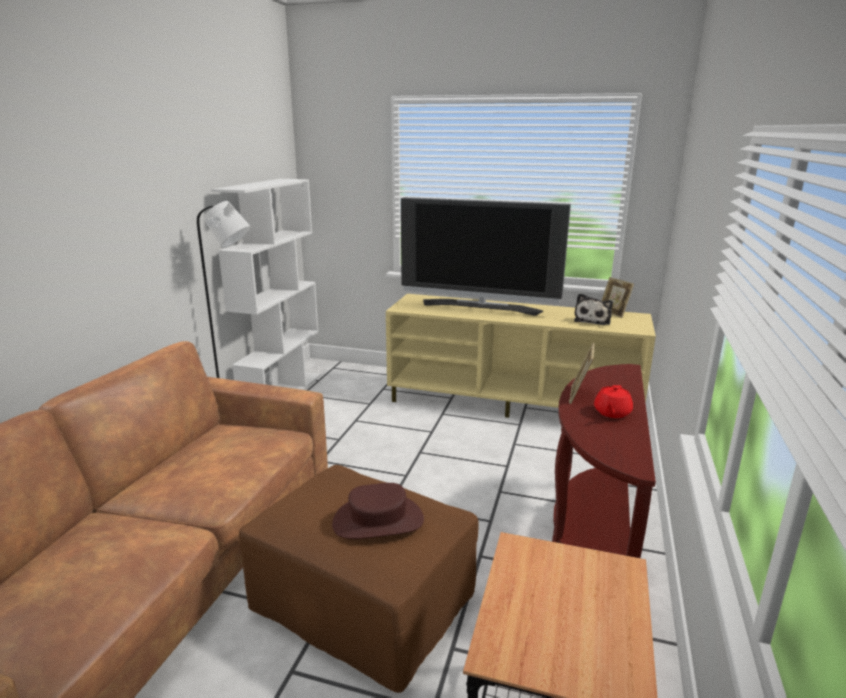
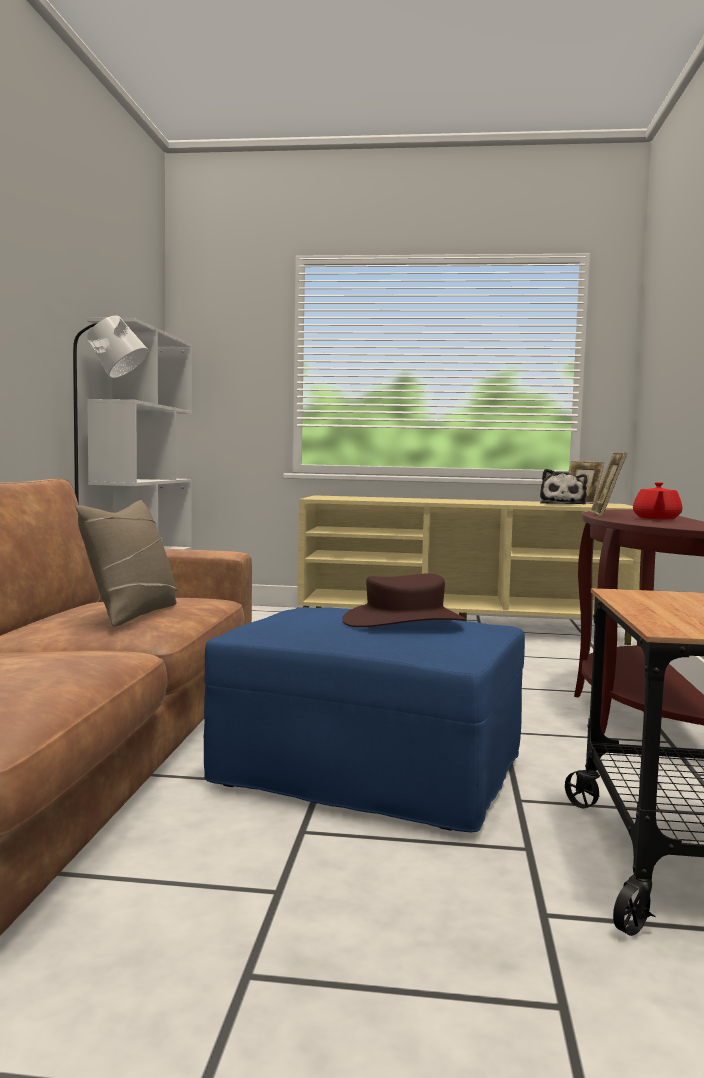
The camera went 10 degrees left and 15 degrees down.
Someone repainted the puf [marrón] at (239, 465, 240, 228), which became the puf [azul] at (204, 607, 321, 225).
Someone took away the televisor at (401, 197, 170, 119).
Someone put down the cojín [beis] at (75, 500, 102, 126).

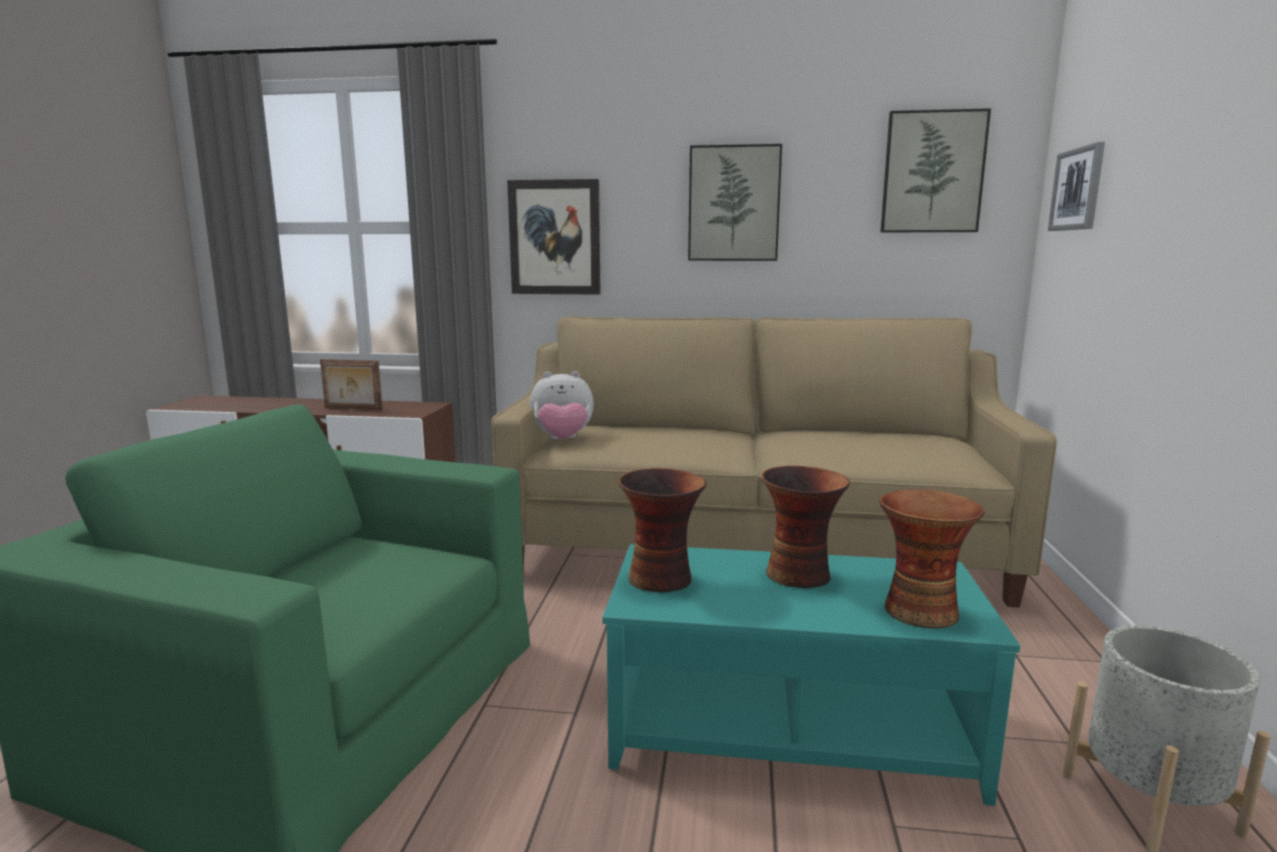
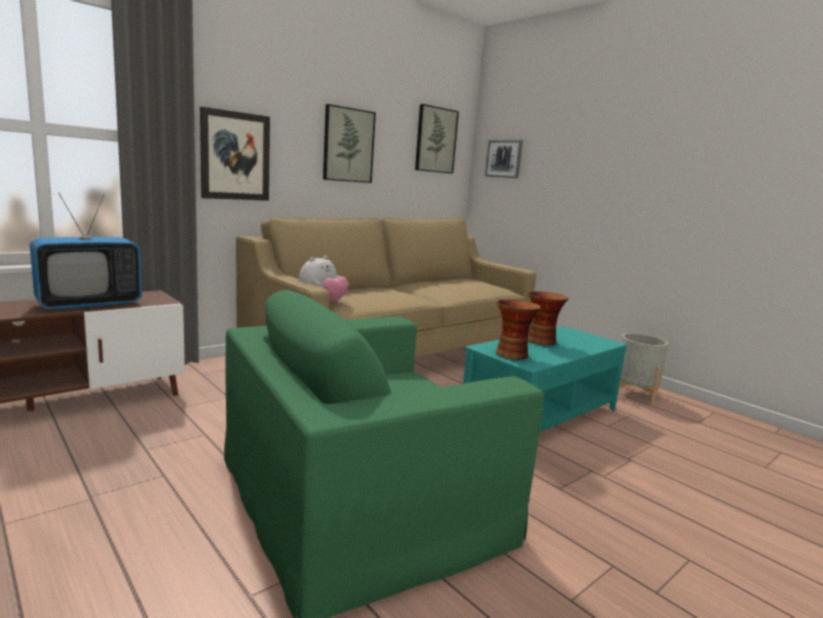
The camera went 50 degrees left and 0 degrees up.
Someone swapped the portarretratos at (320, 359, 63, 51) for the televisor at (30, 193, 112, 117).
Someone took away the florero at (879, 489, 105, 139).

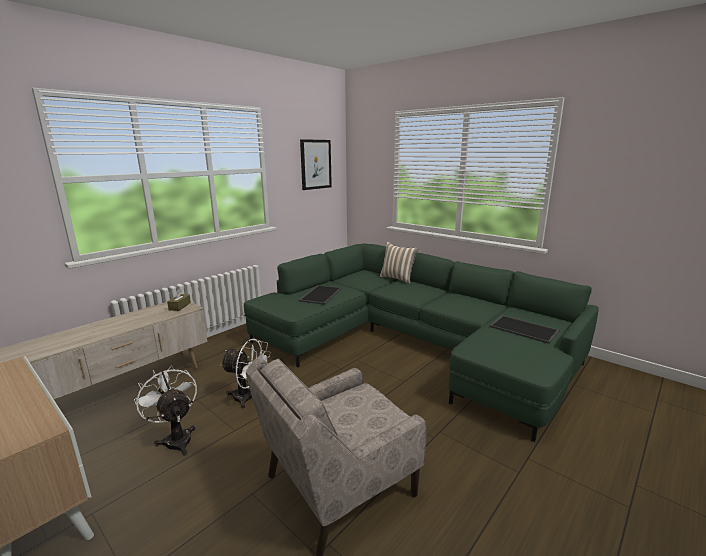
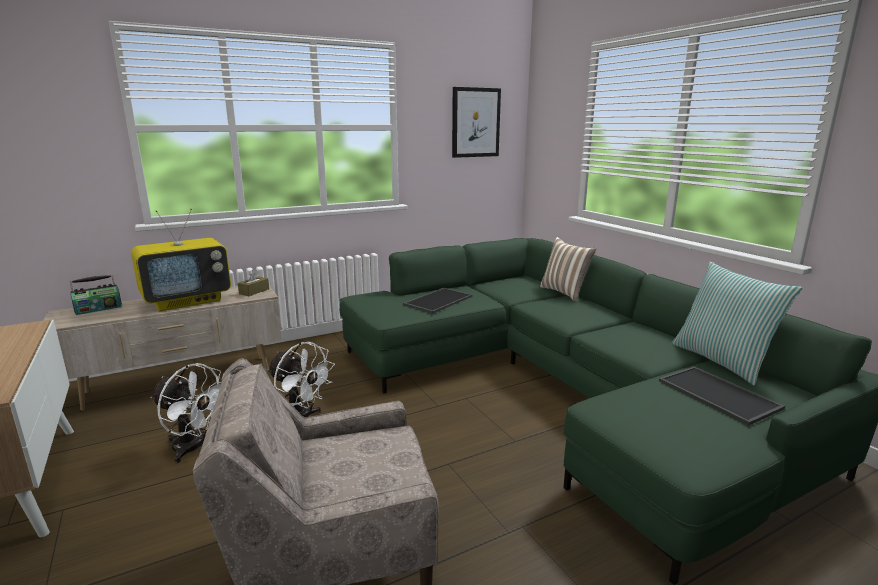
The camera went 20 degrees right and 0 degrees up.
Someone rotated the ventilador [blanco] at (134, 365, 63, 91) by 135 degrees clockwise.
Someone put down the radio at (70, 275, 52, 40).
Someone put down the televisor at (131, 208, 100, 103).
Someone put down the cojín at (672, 262, 130, 124).

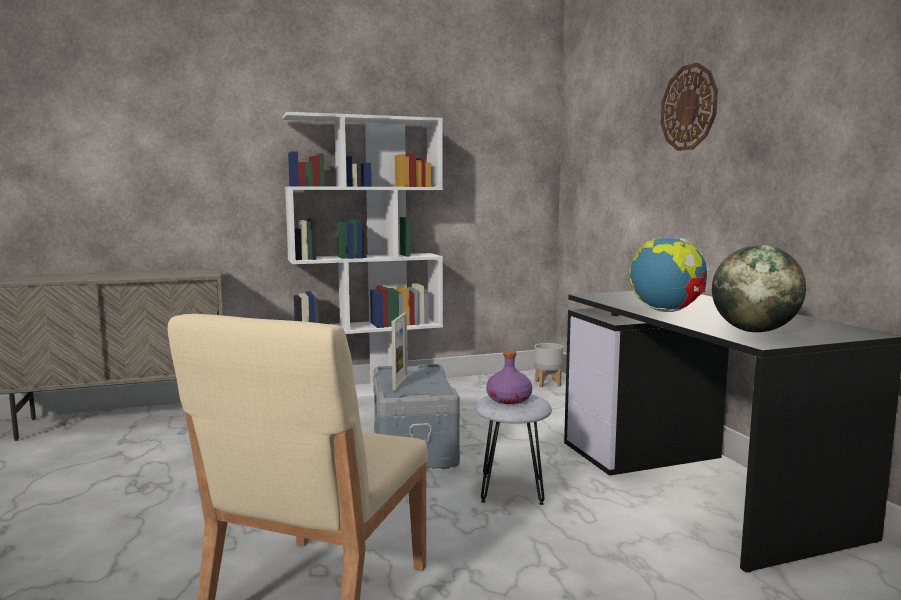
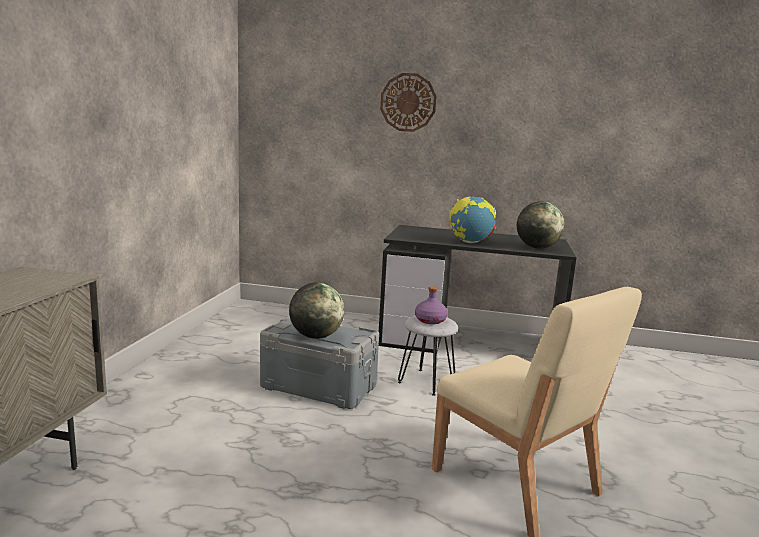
The camera went 60 degrees left and 5 degrees up.
Someone took away the estantería [blanco] at (282, 112, 161, 287).
Someone swapped the portarretratos at (392, 313, 15, 77) for the globo terráqueo at (289, 282, 55, 57).
Someone took away the maceta [gris] at (534, 343, 29, 44).

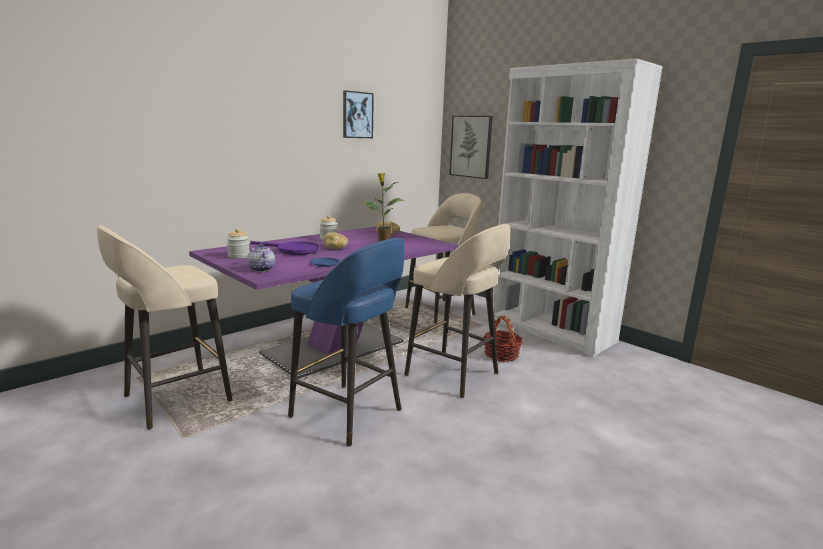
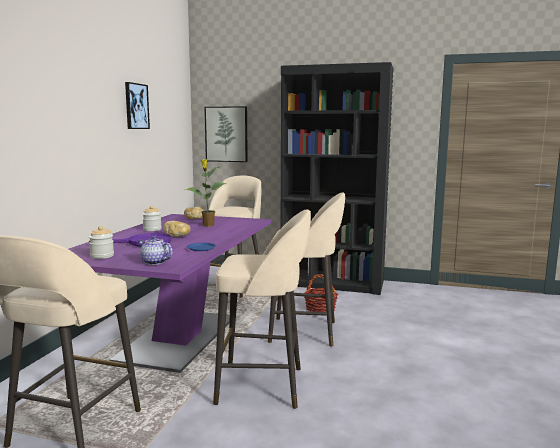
The camera went 30 degrees left and 5 degrees down.
Someone repainted the taburete [azul] at (288, 238, 116, 209), which became the taburete [beis] at (213, 209, 98, 200).
Someone repainted the estantería [blanco] at (493, 58, 170, 299), which became the estantería [negro] at (281, 62, 113, 233).

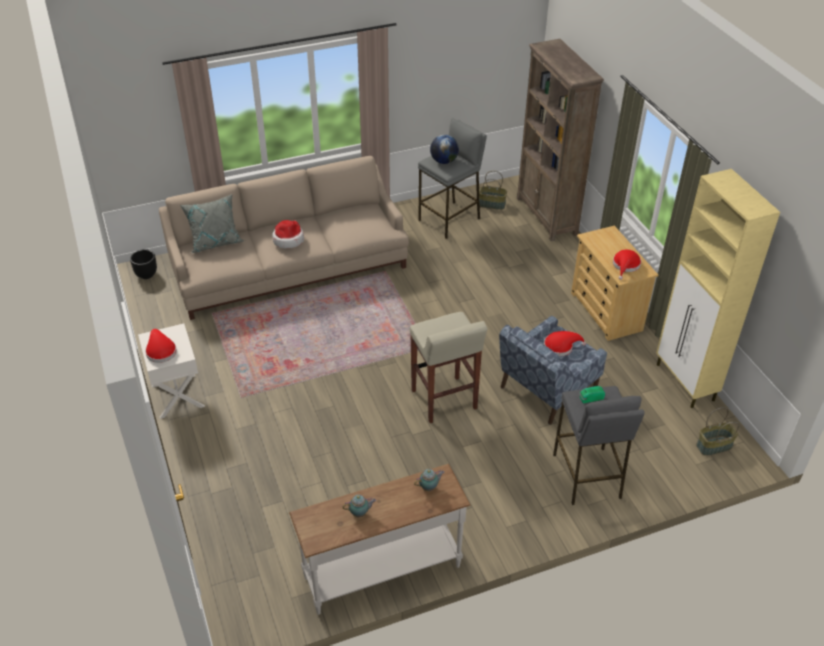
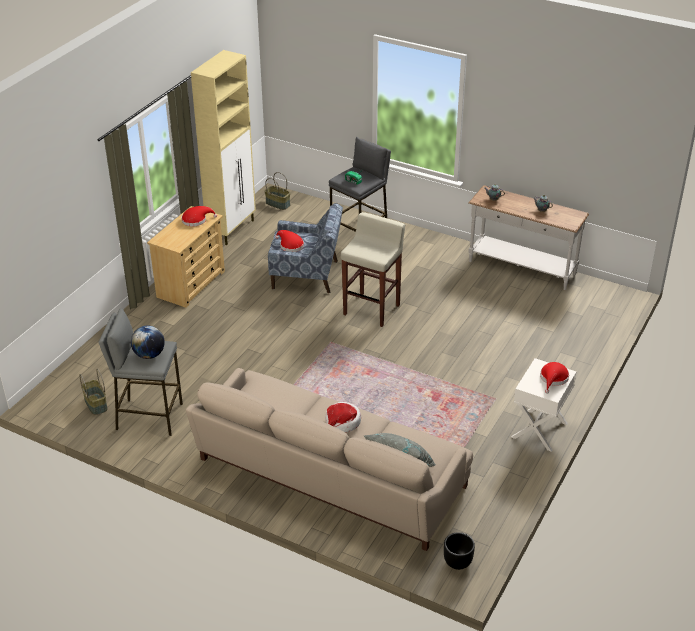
The camera went 130 degrees left and 5 degrees down.
Someone took away the estantería [marrón] at (517, 39, 87, 202).

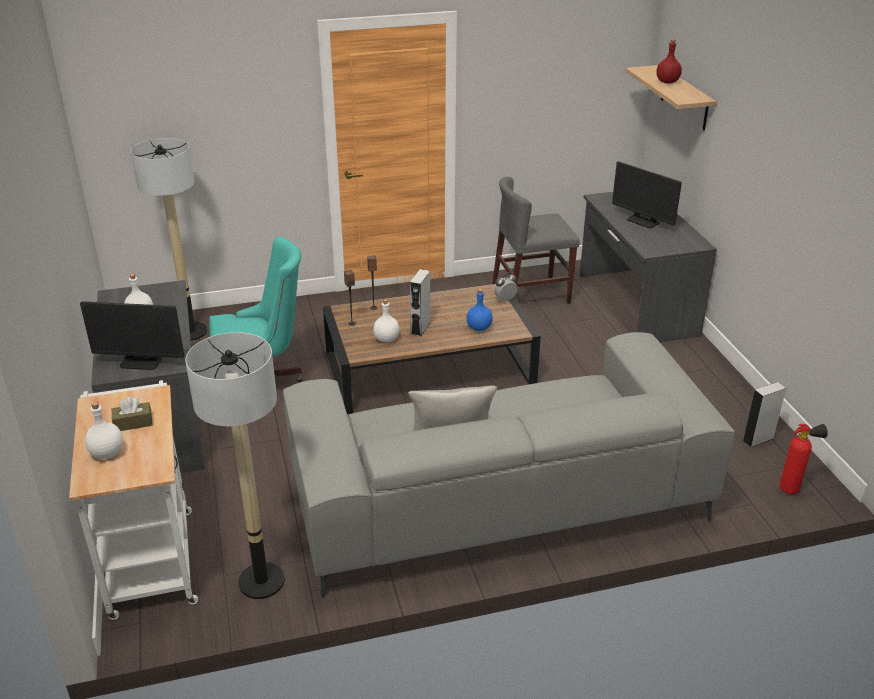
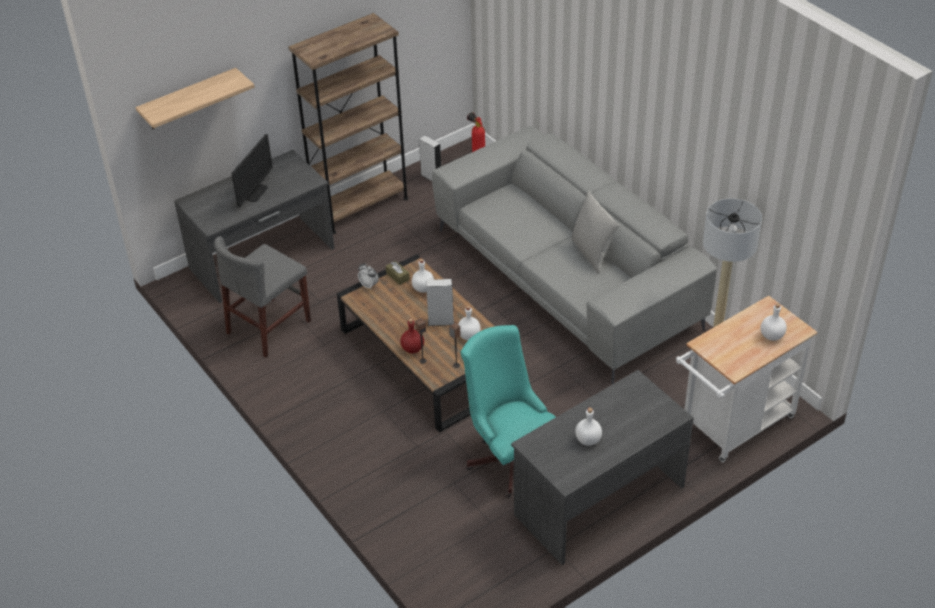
The camera went 110 degrees left and 10 degrees up.
Someone took away the monitor at (80, 301, 105, 69).
Someone carried the caja de pañuelos [marrón] from (112, 397, 41, 34) to (386, 261, 24, 24).
Someone took away the lámpara de pie at (131, 138, 77, 203).
Someone repainted the botella [azul] at (467, 289, 26, 42), which became the botella [blanco] at (412, 259, 22, 34).
Someone rotated the silla [gris] at (492, 177, 88, 127) by 75 degrees clockwise.
Someone carried the botella [rojo] from (656, 39, 26, 45) to (400, 319, 24, 34).
Someone put down the estantería [marrón] at (288, 13, 120, 221).

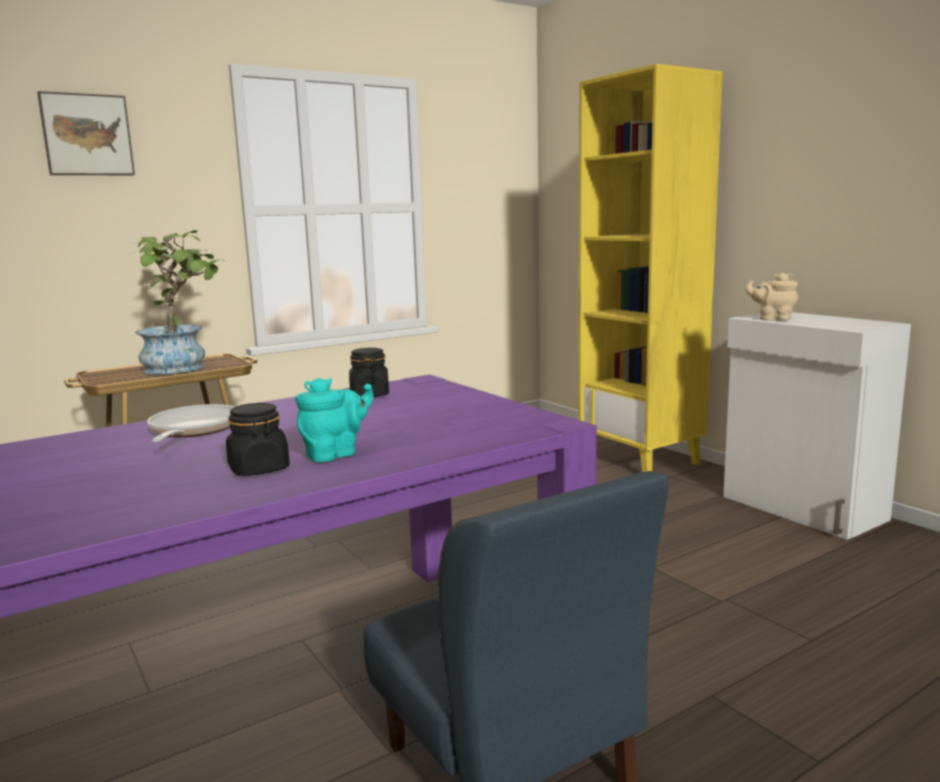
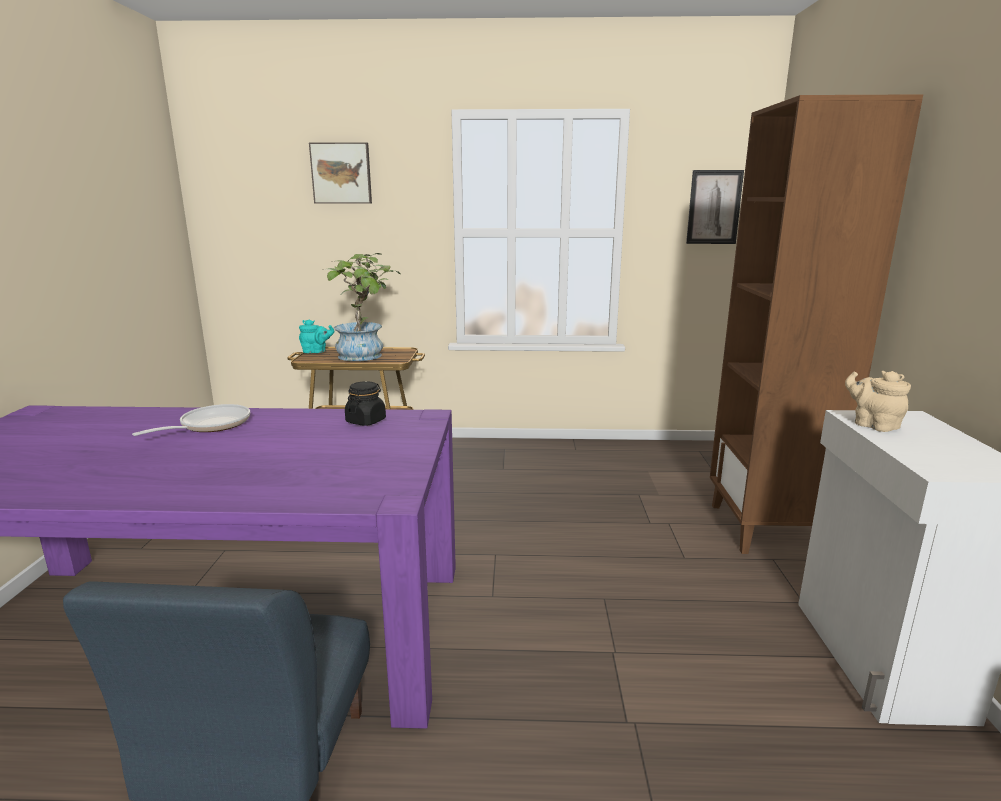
The camera went 35 degrees right and 5 degrees up.
Someone took away the tarro [negro] at (226, 403, 64, 73).
Someone carried the tetera [turquesa] from (295, 378, 79, 84) to (299, 320, 35, 33).
Someone repainted the estantería [amarillo] at (578, 64, 145, 408), which became the estantería [marrón] at (710, 94, 213, 460).
Someone put up the cuadro at (686, 170, 58, 74).

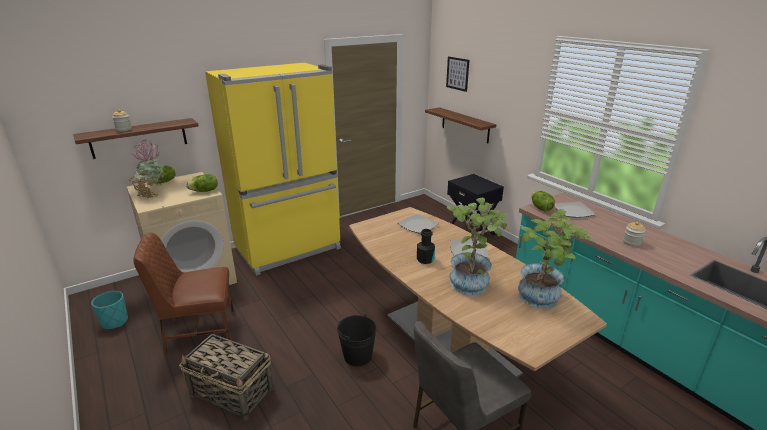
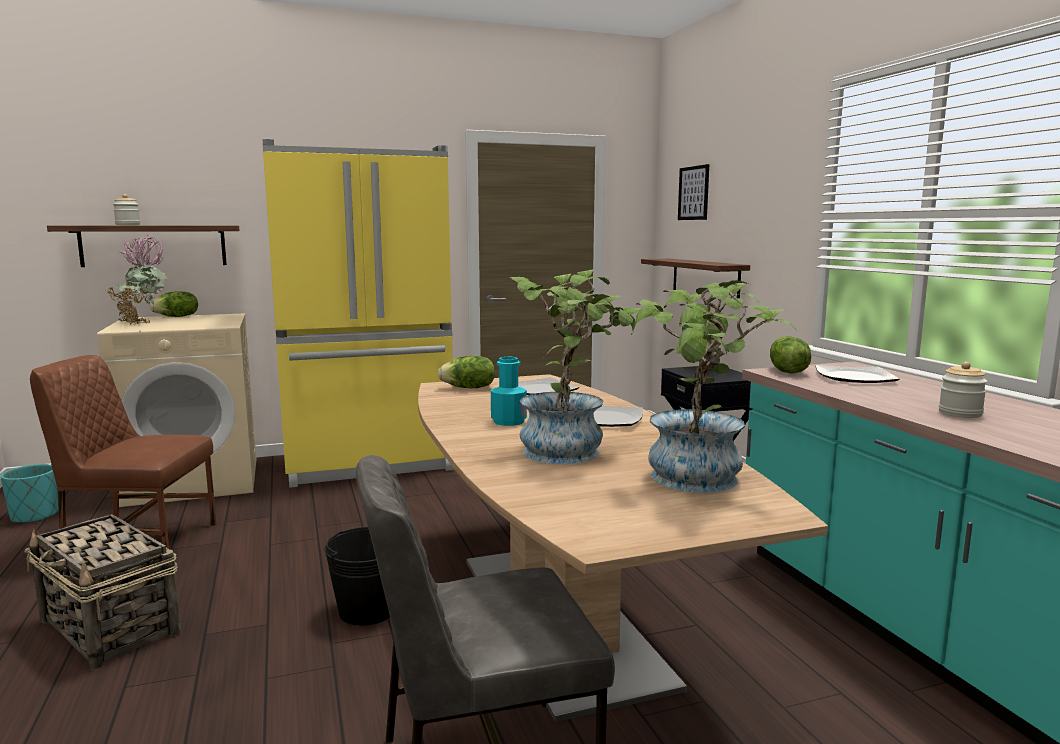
The camera went 15 degrees right and 15 degrees down.
Someone carried the lechuga from (186, 174, 32, 18) to (438, 356, 57, 32).
Someone repainted the botella [negro] at (417, 229, 18, 35), which became the botella [turquesa] at (491, 357, 36, 69).

